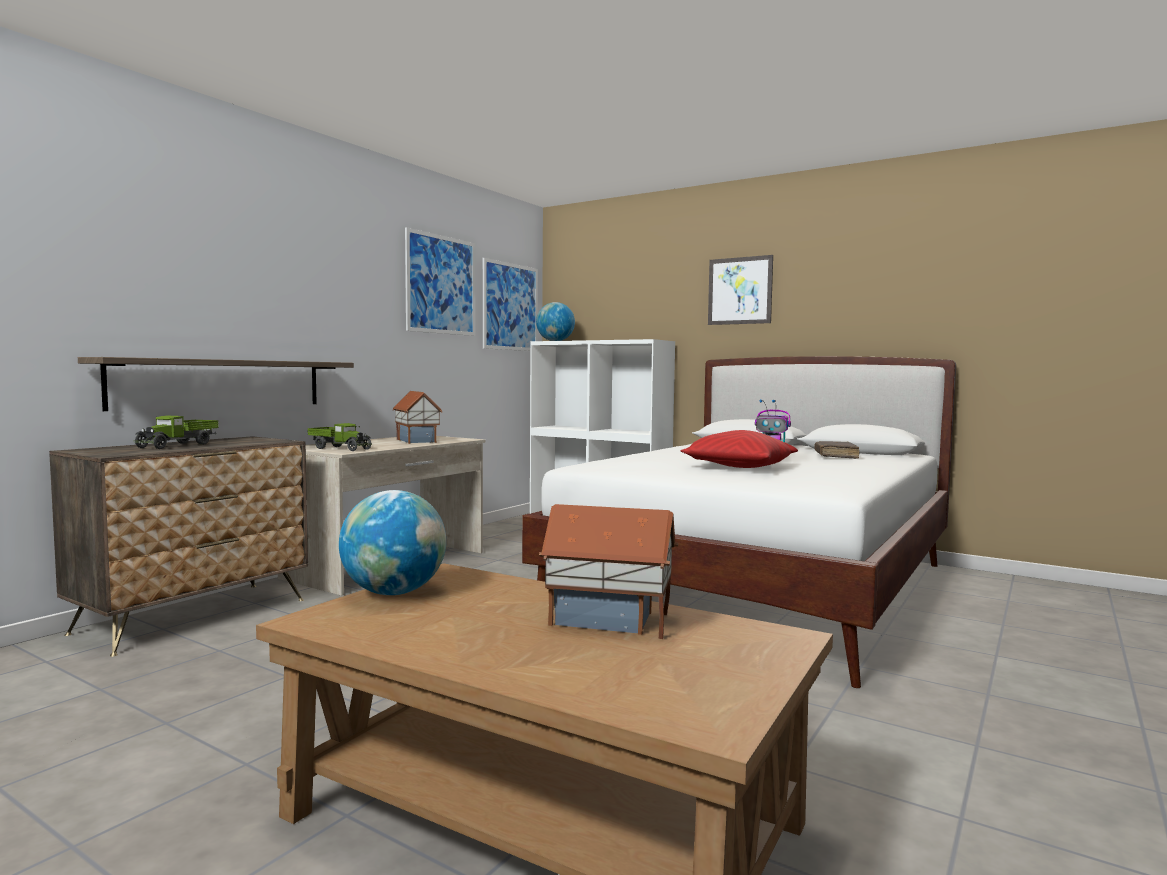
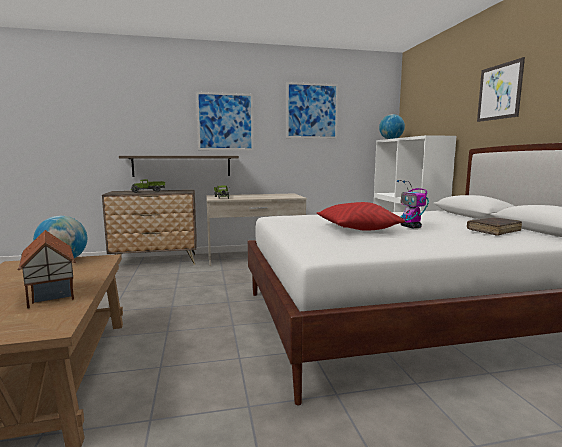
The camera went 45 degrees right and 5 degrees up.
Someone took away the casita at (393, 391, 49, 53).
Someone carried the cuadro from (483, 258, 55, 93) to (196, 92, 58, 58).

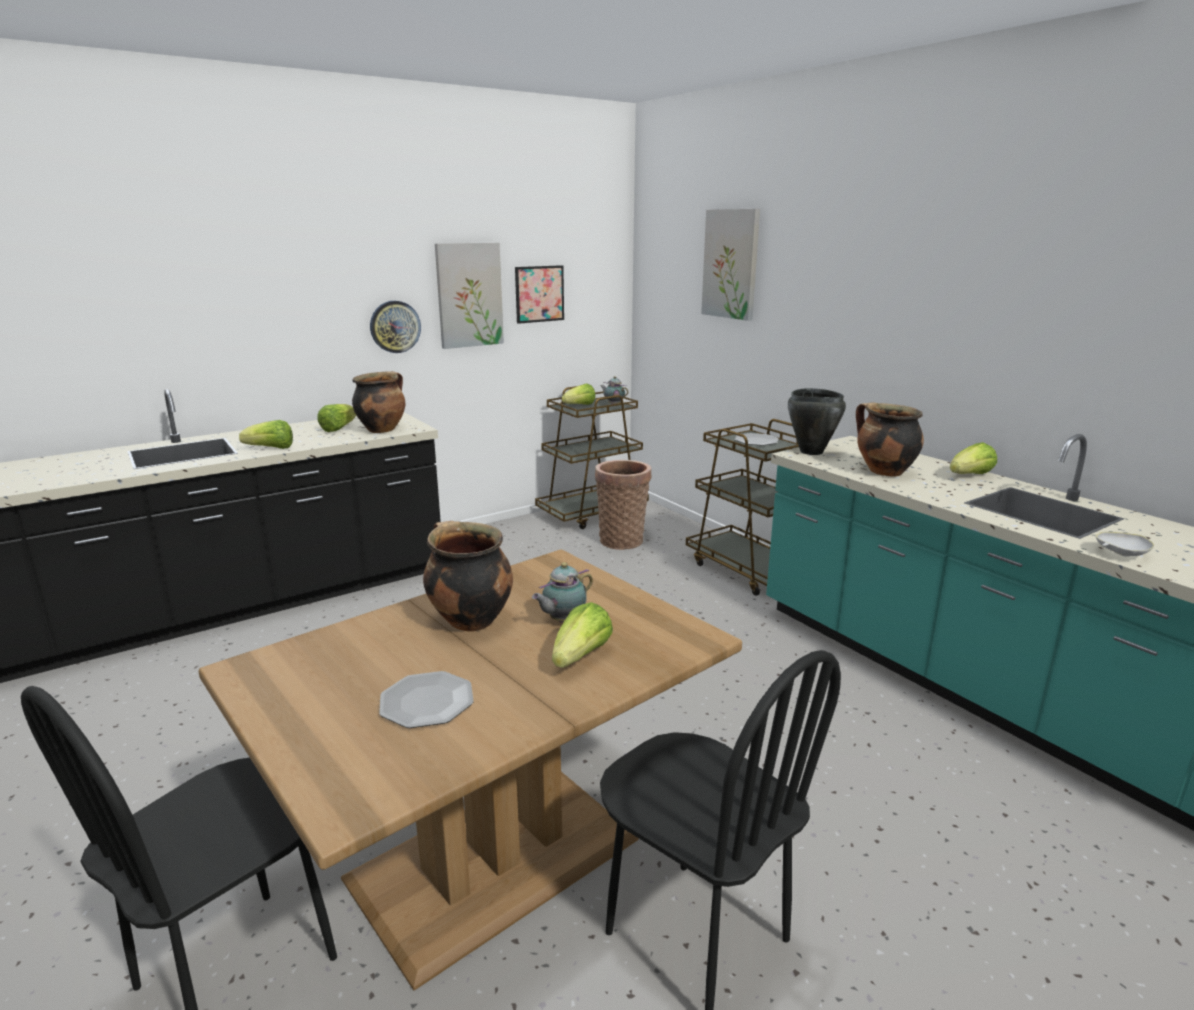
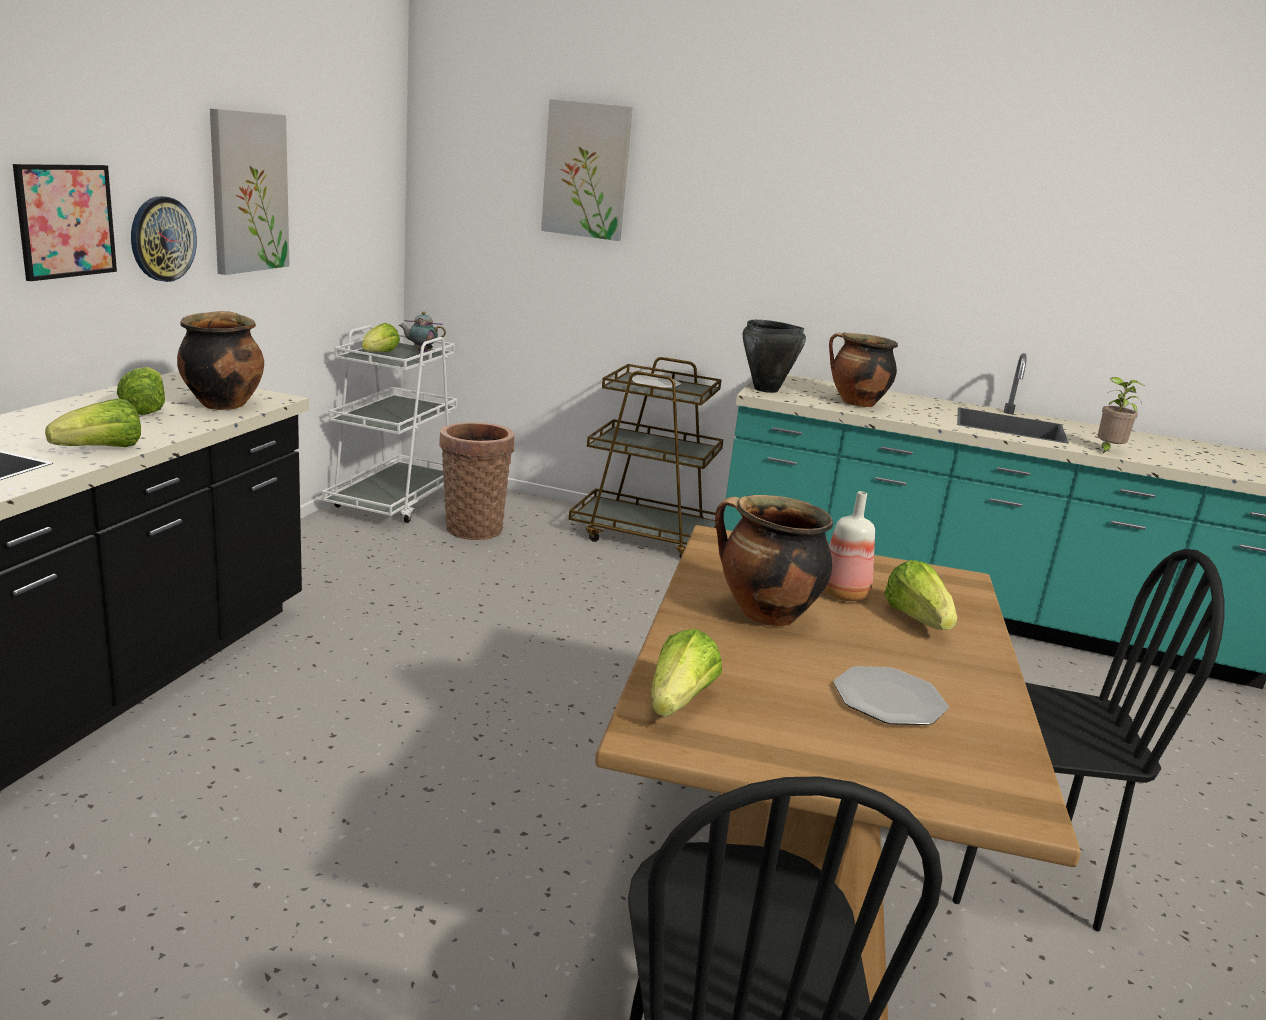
The camera went 40 degrees left and 0 degrees up.
Someone carried the cuadro from (515, 265, 49, 59) to (13, 164, 104, 117).
Someone swapped the tetera at (532, 562, 61, 61) for the botella at (823, 491, 52, 110).
Someone repainted the carrito [marrón] at (535, 386, 114, 143), which became the carrito [blanco] at (322, 325, 135, 198).
Someone carried the lechuga from (950, 442, 47, 32) to (652, 628, 70, 89).
Someone swapped the cuenco [blanco] at (1096, 532, 58, 25) for the planta en maceta at (1097, 377, 49, 77).

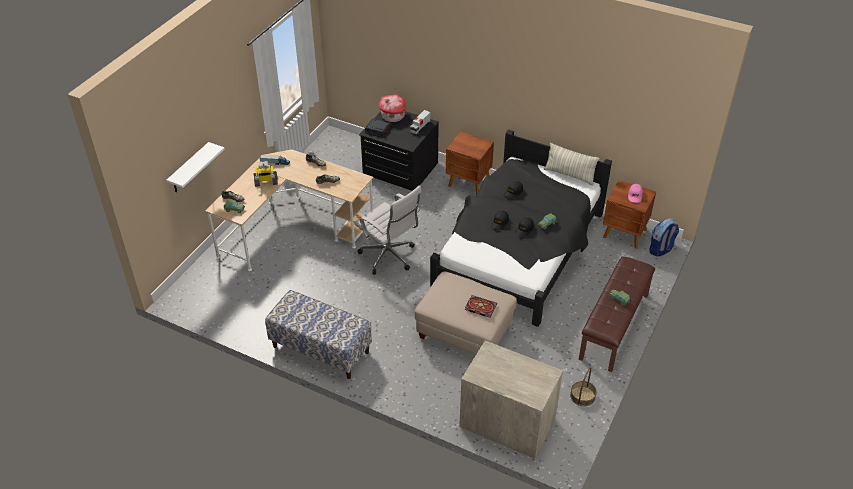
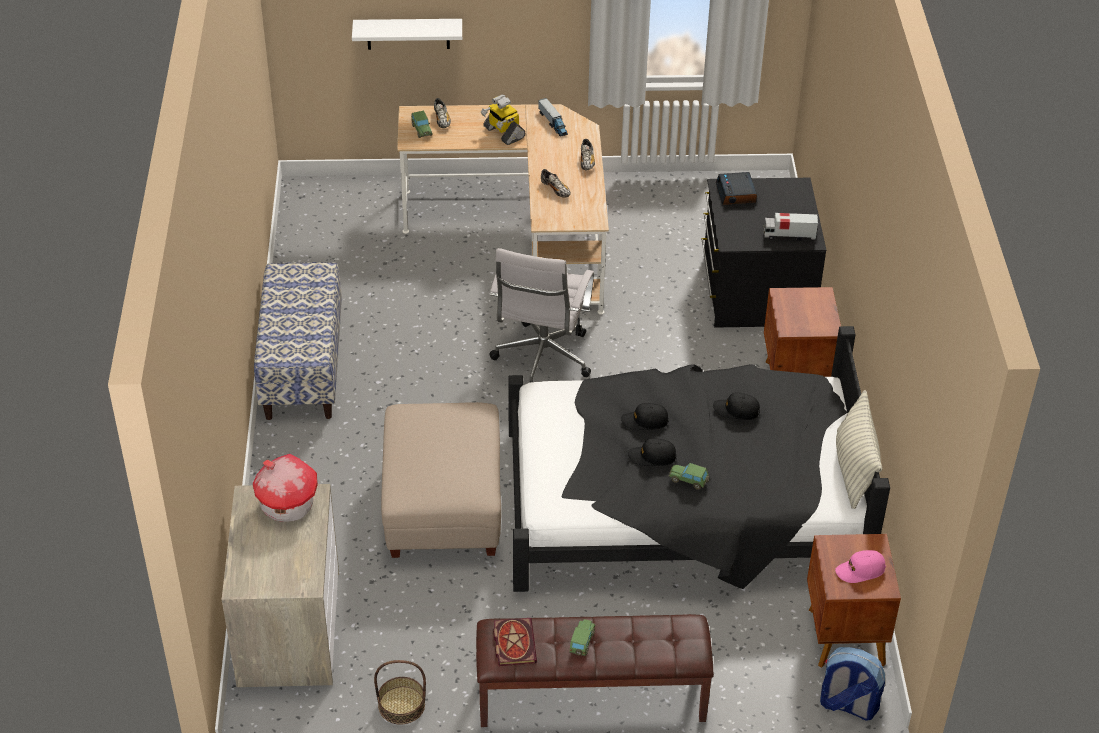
The camera went 60 degrees right and 0 degrees up.
Someone carried the casita from (379, 95, 27, 27) to (253, 454, 65, 68).
Someone carried the libro from (465, 295, 32, 23) to (493, 618, 44, 48).

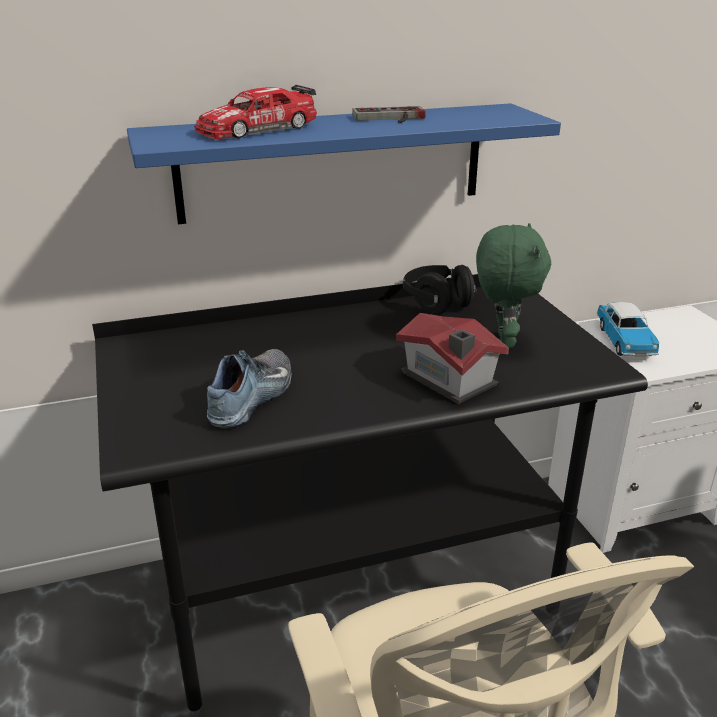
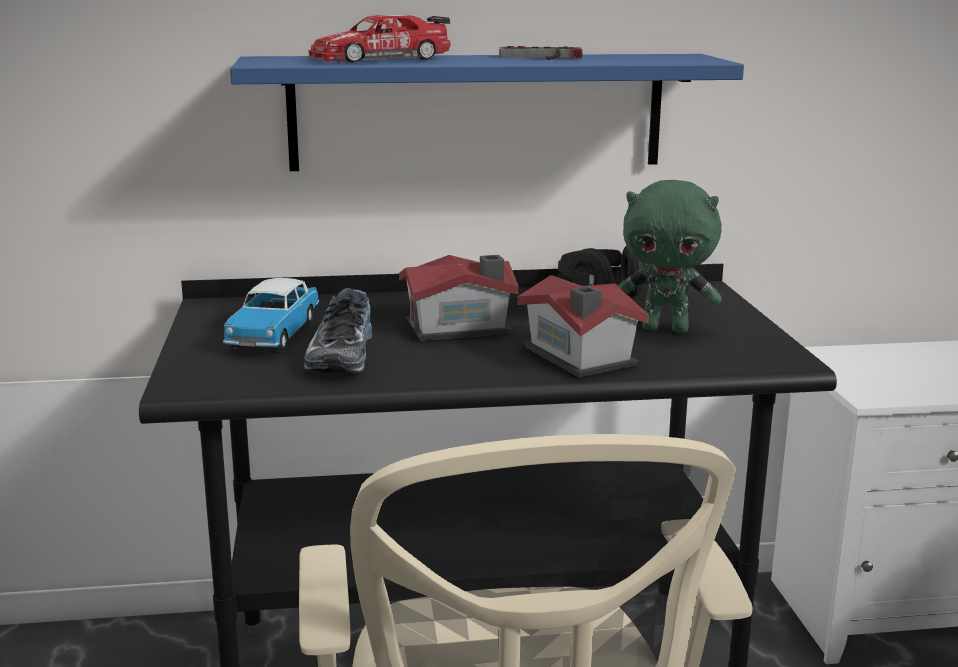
The camera went 10 degrees right and 10 degrees down.
Someone rotated the zapato at (207, 349, 85, 79) by 150 degrees clockwise.
Someone rotated the peluche [verde] at (476, 223, 75, 125) by 90 degrees clockwise.
Someone carried the coche de juguete from (597, 302, 62, 54) to (223, 278, 96, 73).
Someone put down the casita at (399, 255, 120, 86).

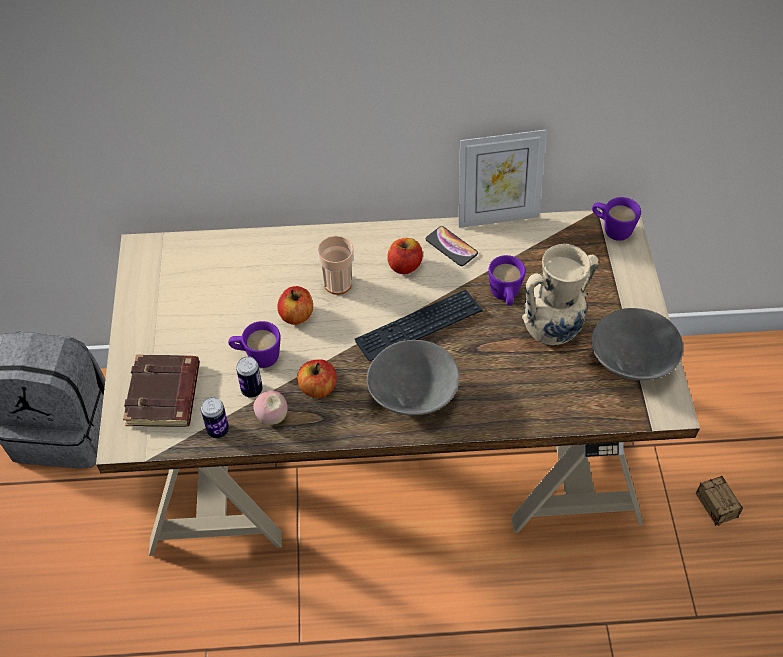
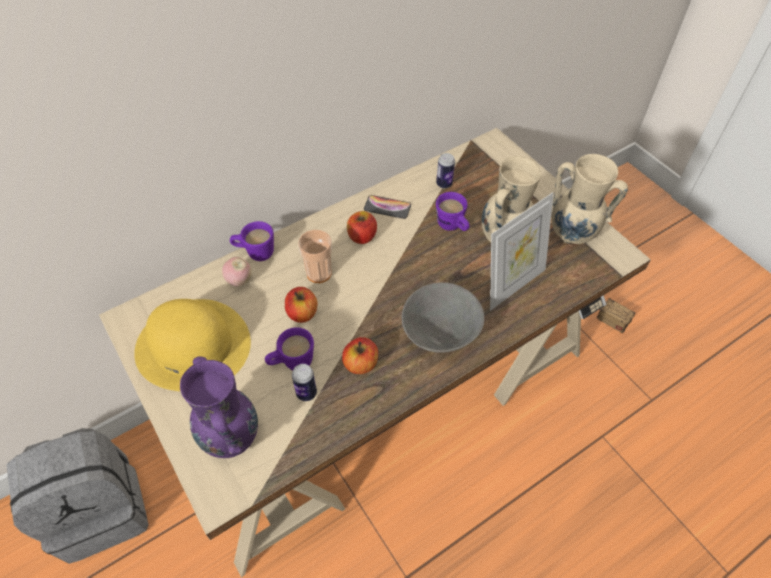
The camera went 30 degrees left and 0 degrees up.
Someone swapped the libro [marrón] at (123, 355, 77, 72) for the florero [morado] at (180, 356, 78, 102).
Someone carried the lata from (201, 397, 28, 41) to (436, 153, 19, 35).
Someone carried the manzana from (253, 391, 35, 34) to (222, 257, 29, 30).
Someone took away the teclado at (355, 290, 128, 72).
Someone carried the portarretratos from (458, 130, 88, 98) to (490, 192, 64, 118).
Someone swapped the cuenco [gris] at (591, 308, 92, 72) for the florero [beis] at (551, 154, 77, 91).
Someone carried the taza grande [morado] from (592, 197, 49, 44) to (230, 221, 44, 40).
Someone put down the sombrero [amarillo] at (134, 299, 117, 92).

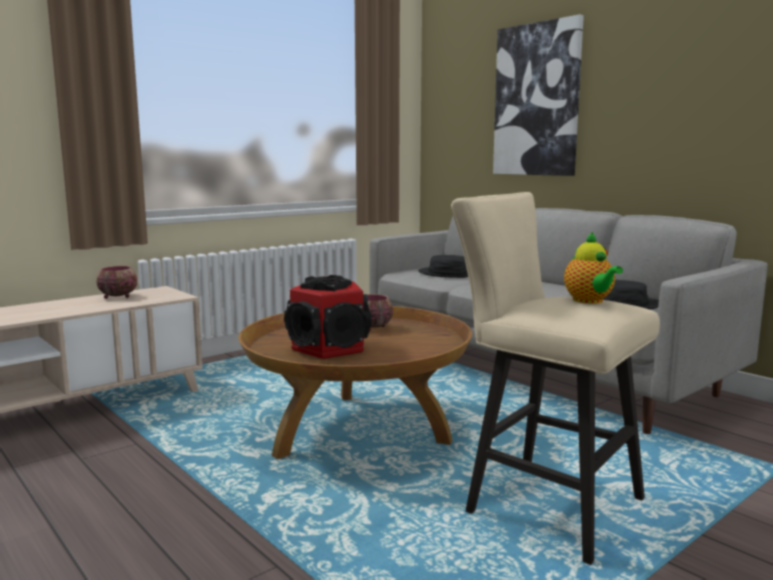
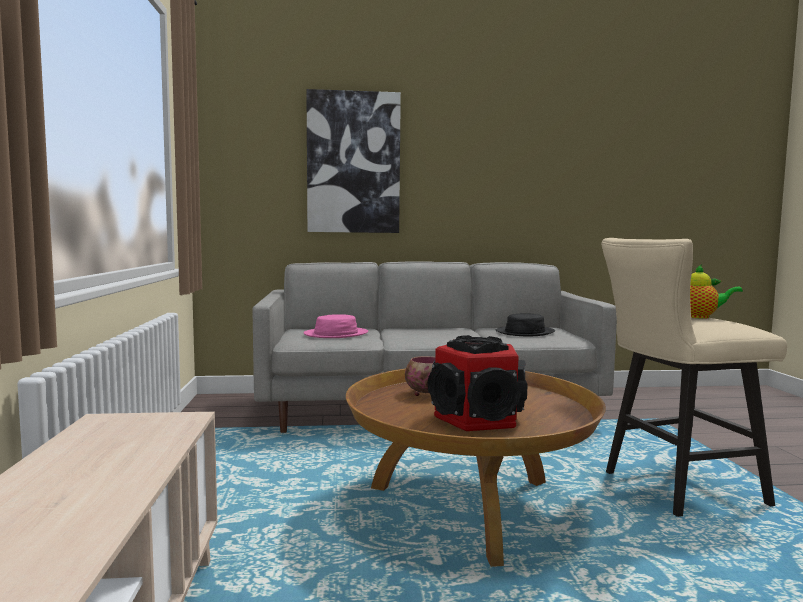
The camera went 55 degrees left and 5 degrees down.
Someone took away the cuenco at (96, 266, 41, 33).
Someone repainted the sombrero [negro] at (418, 255, 50, 23), which became the sombrero [rosa] at (303, 314, 65, 24).

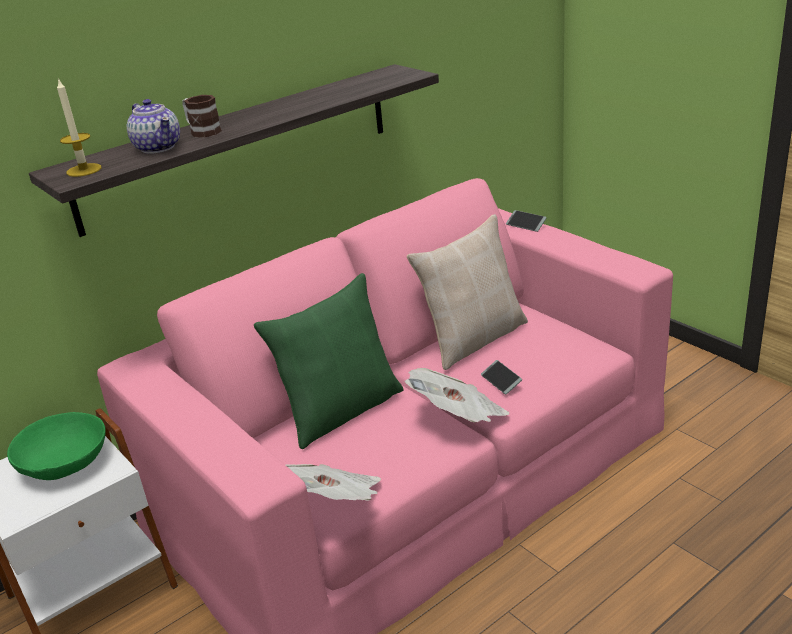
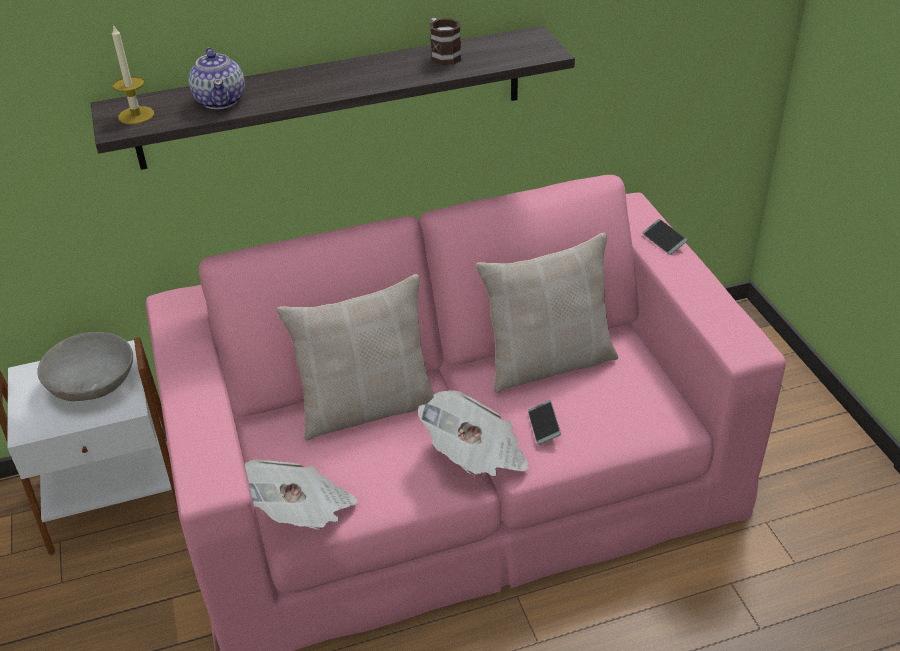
The camera went 20 degrees right and 10 degrees up.
Someone repainted the cuenco [verde] at (7, 412, 99, 68), which became the cuenco [gris] at (37, 332, 96, 69).
Someone carried the taza grande from (182, 95, 40, 43) to (430, 18, 31, 48).
Someone repainted the cojín [verde] at (254, 273, 150, 176), which became the cojín [beis] at (277, 274, 158, 167).

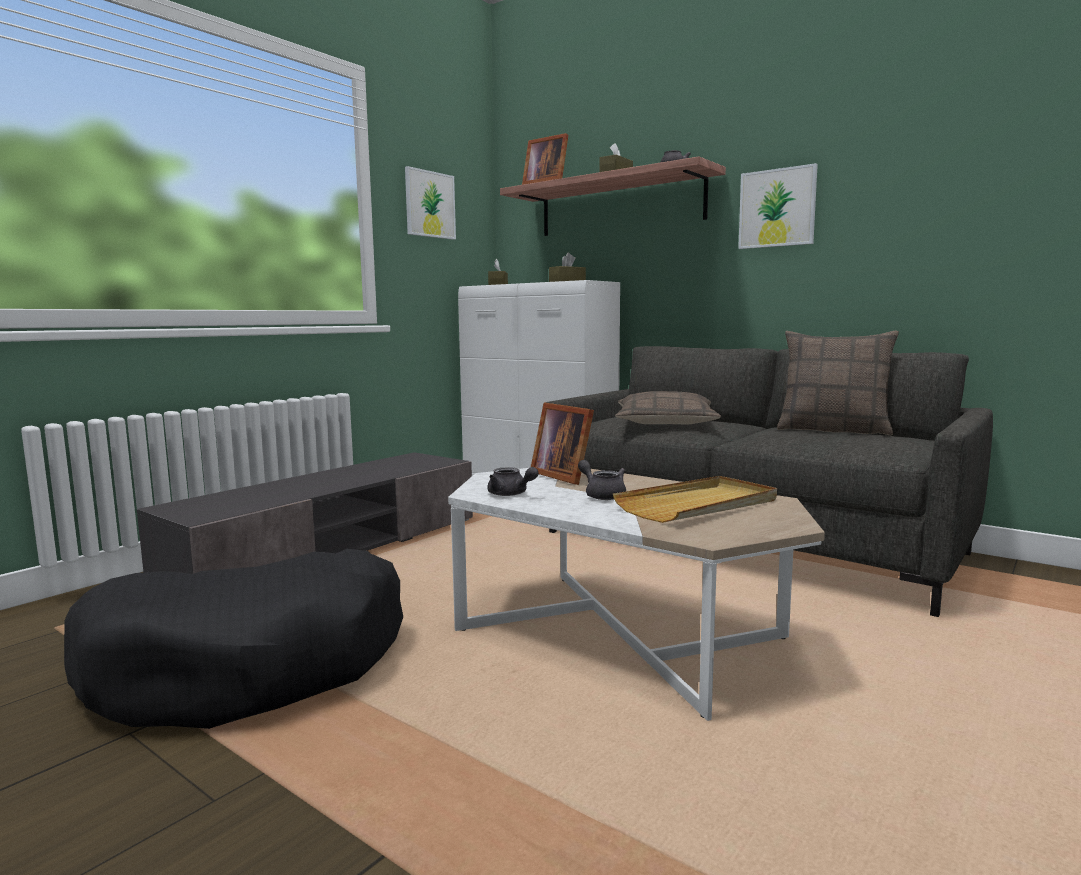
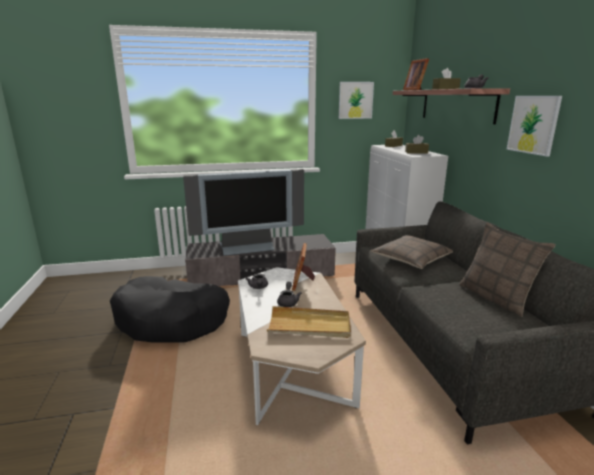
The camera went 40 degrees right and 10 degrees up.
Someone put down the televisor at (183, 169, 121, 86).

